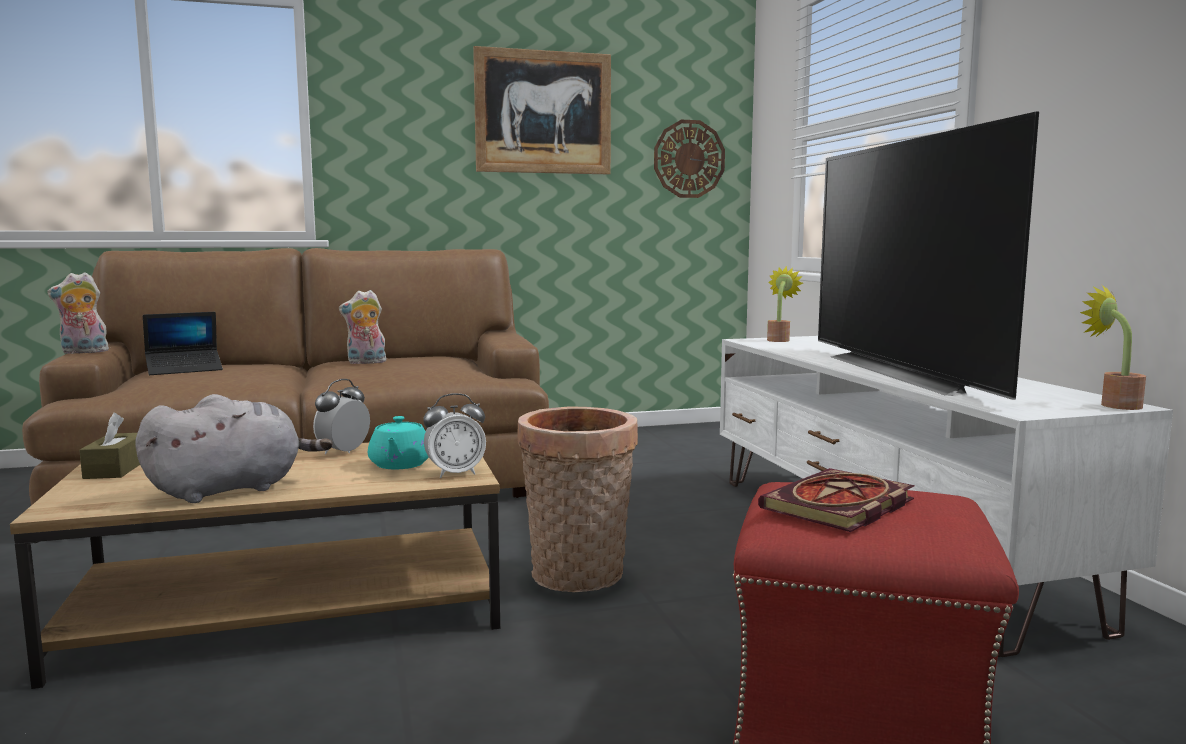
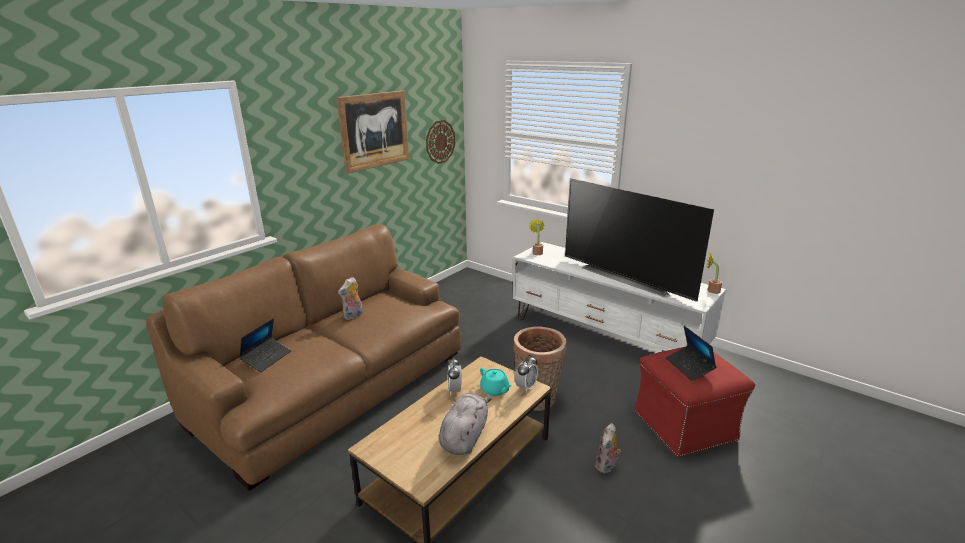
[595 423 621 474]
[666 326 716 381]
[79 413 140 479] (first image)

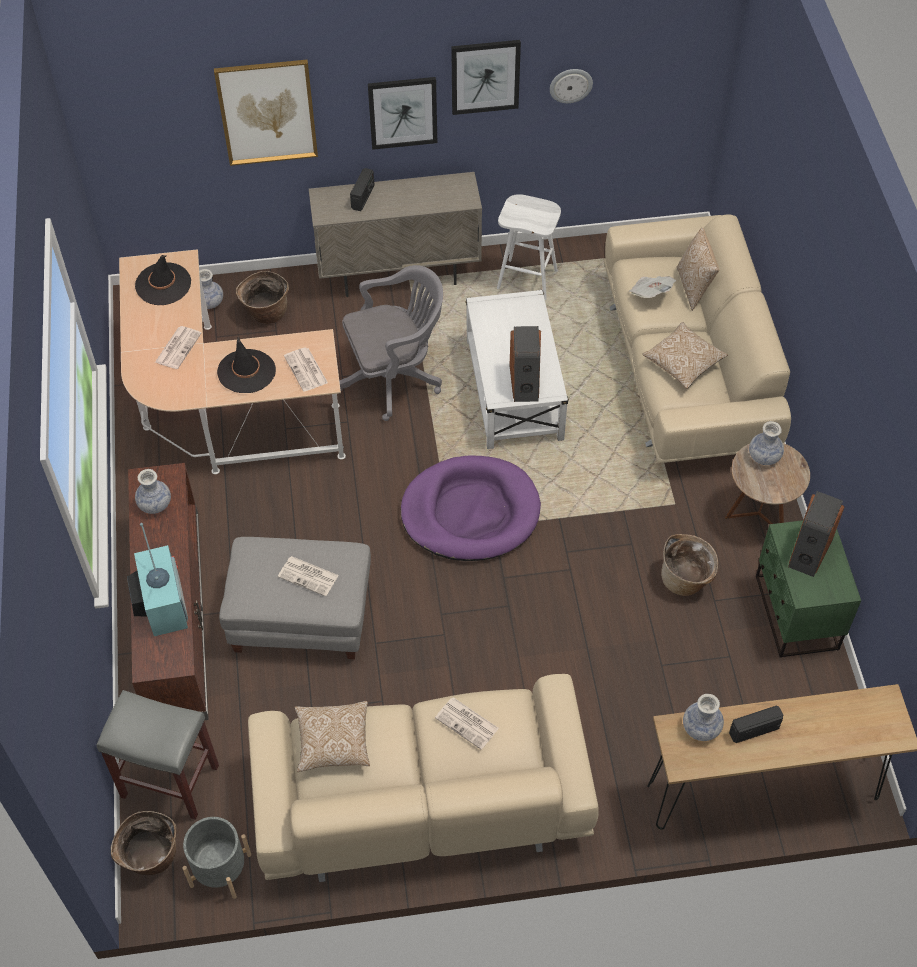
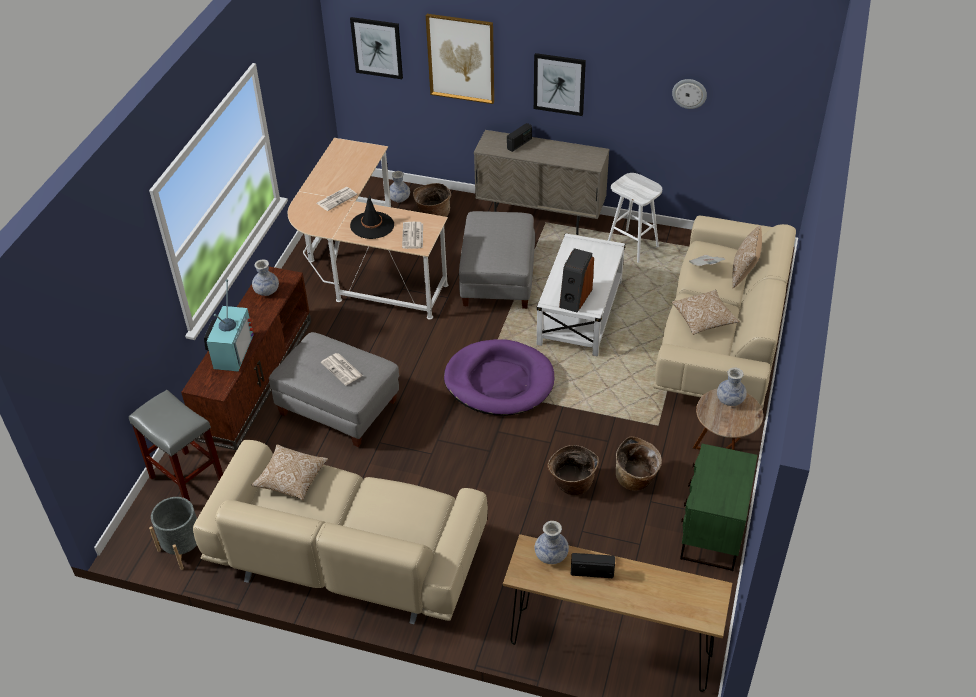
[350 17 403 79]
[459 211 535 309]
[547 445 599 495]
[135 255 191 305] (first image)
[435 697 499 749] (first image)
[788 491 845 577] (first image)

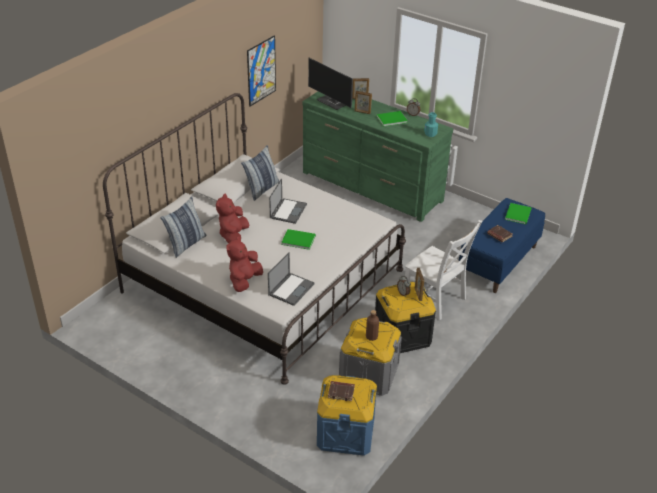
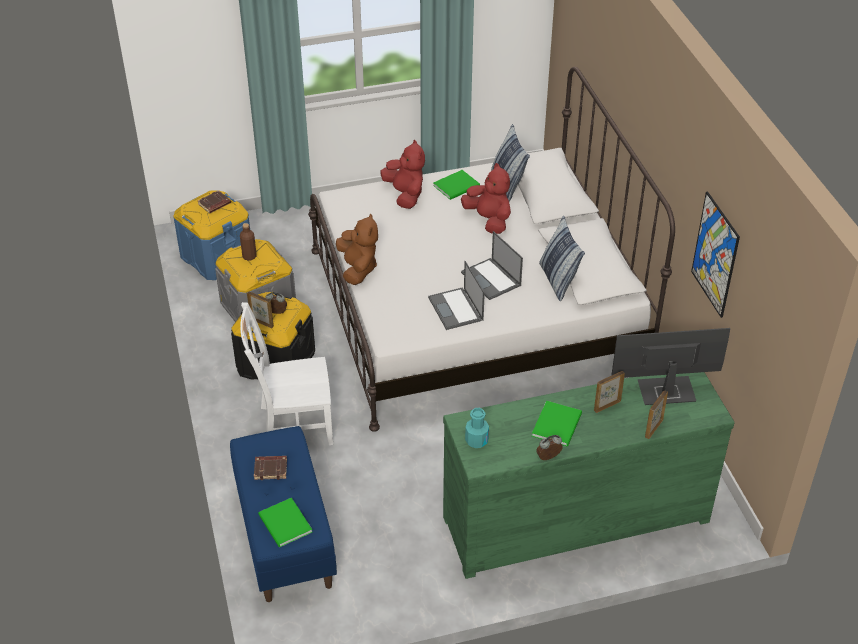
[336 213 378 285]
[428 261 485 330]
[433 170 480 200]

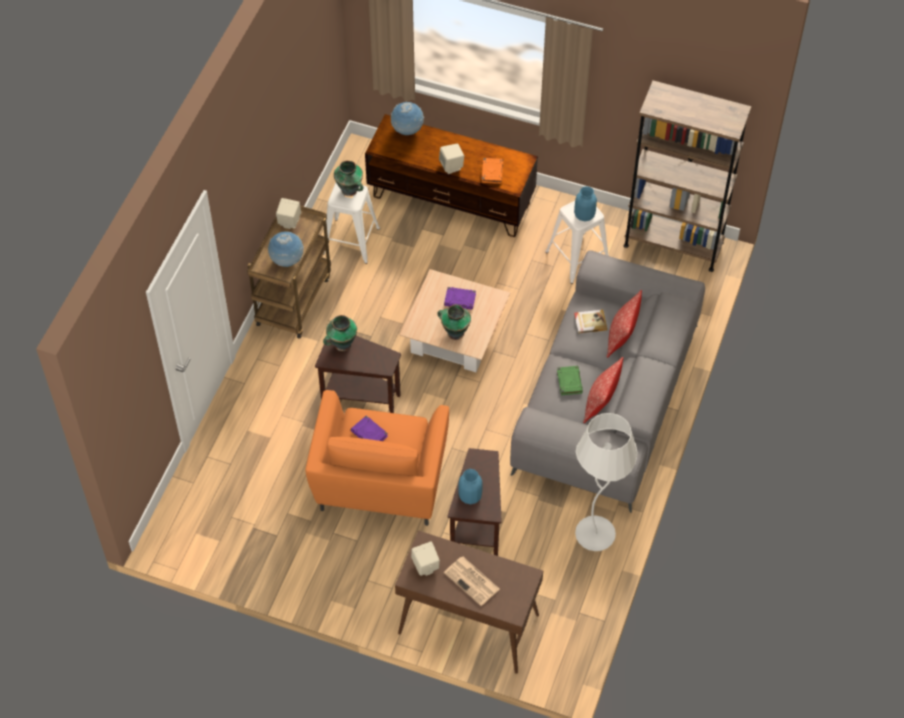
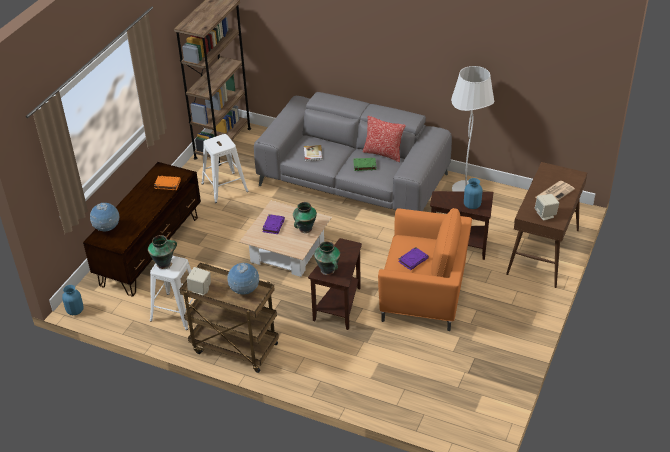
[62 285 83 315]
[439 143 464 174] (first image)
[606 290 642 358] (first image)

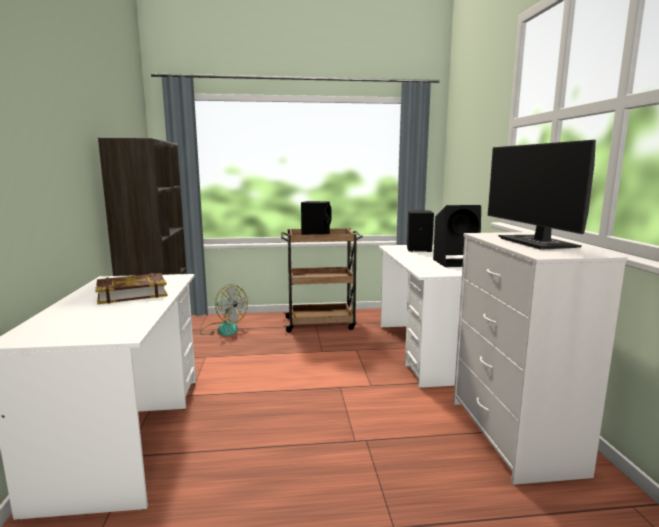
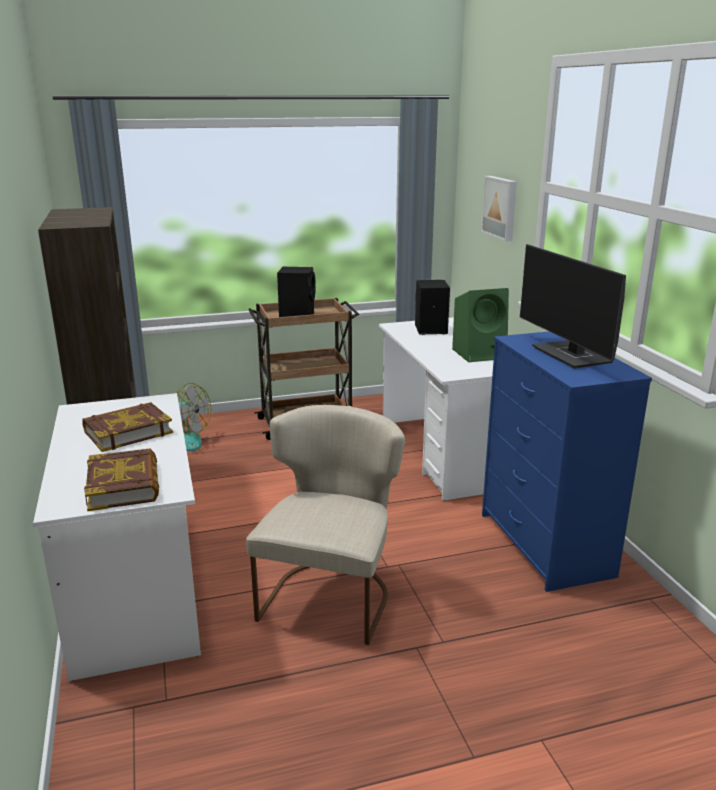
[84 448 159 511]
[246 405 405 645]
[452 288 509 362]
[481 176 517 241]
[482 331 652 592]

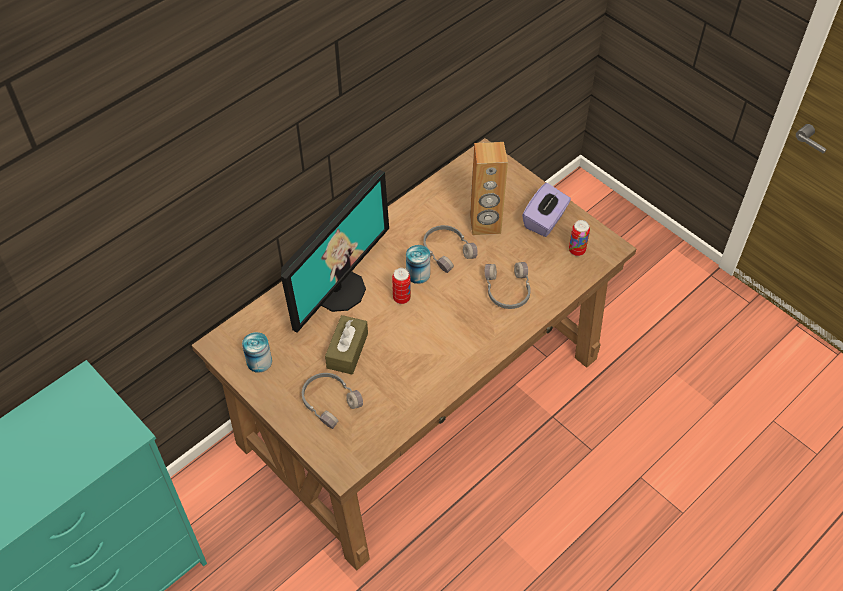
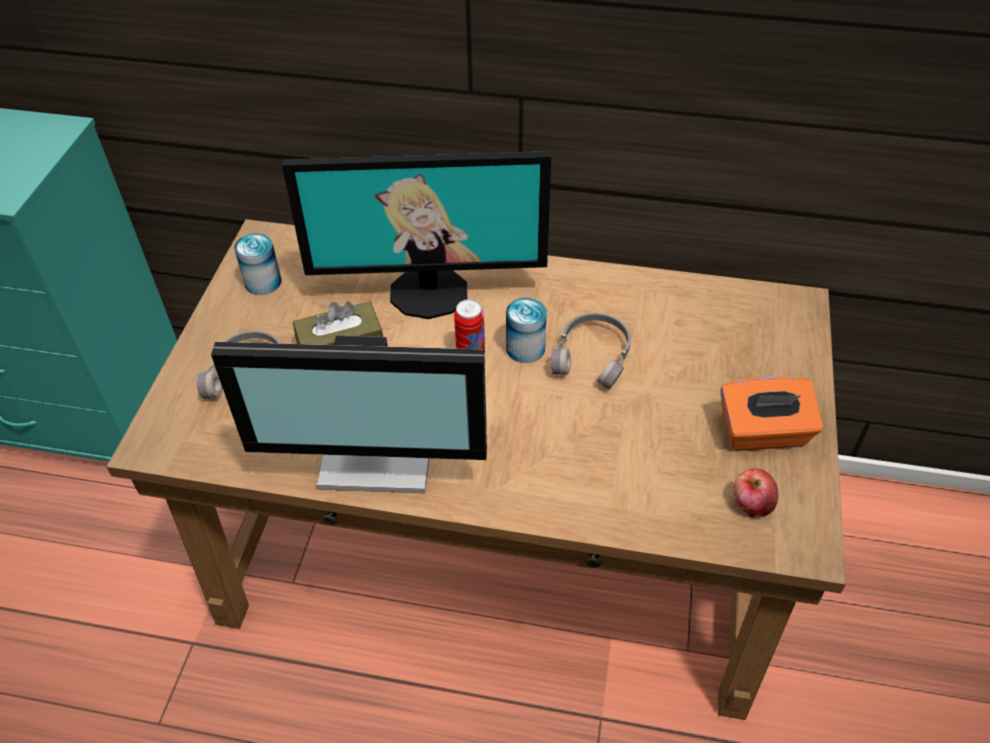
[211 336 487 493]
[720 376 823 450]
[733 469 778 517]
[470 142 508 235] (first image)
[485 262 531 309] (first image)

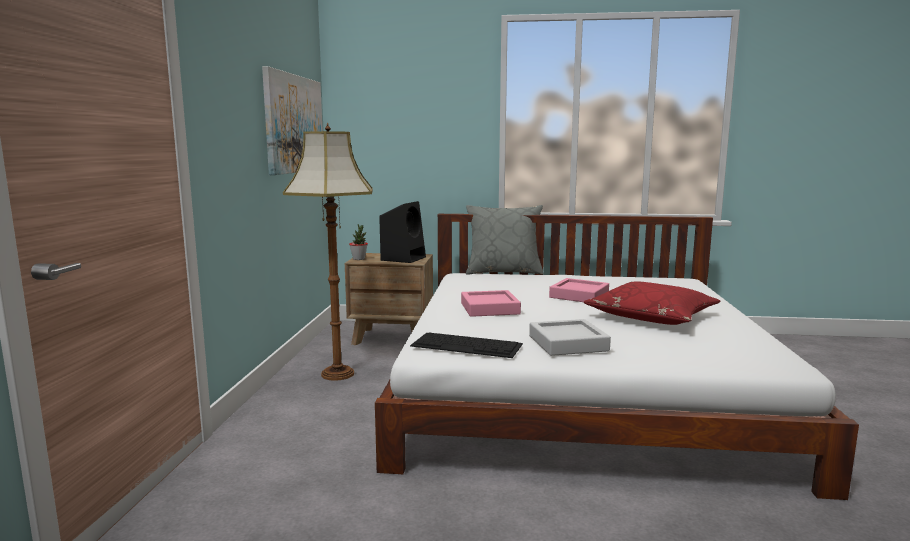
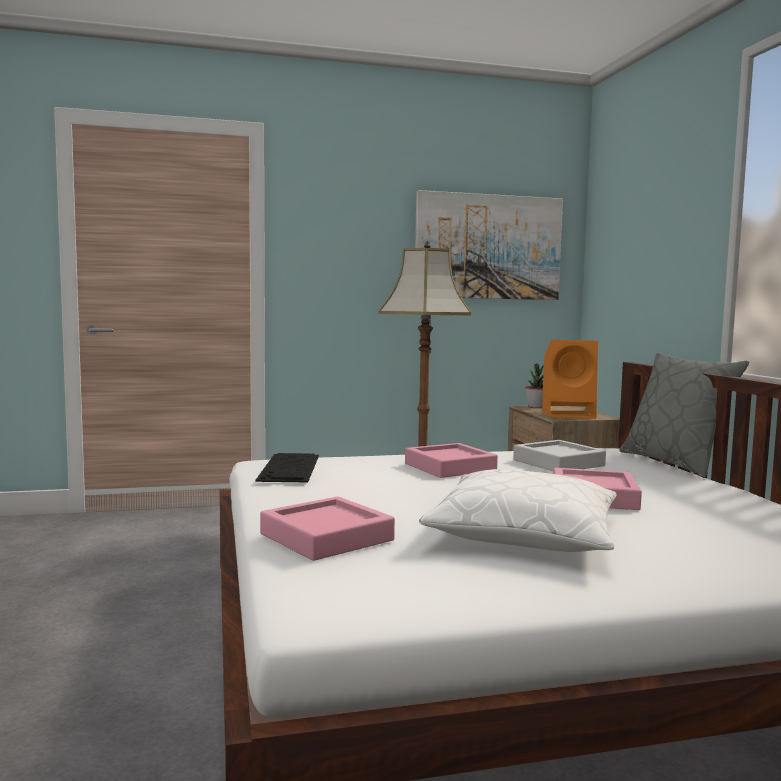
[260 496 395 561]
[419 469 616 552]
[513 440 606 472]
[542 340 598 419]

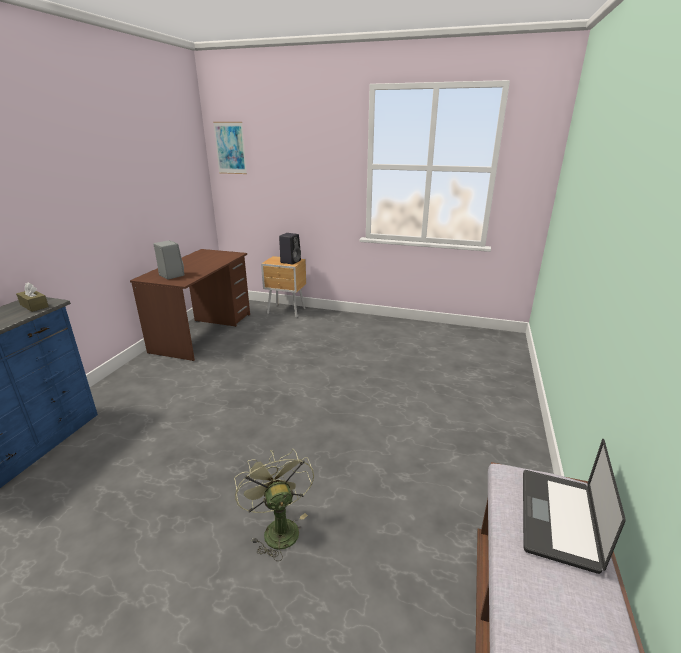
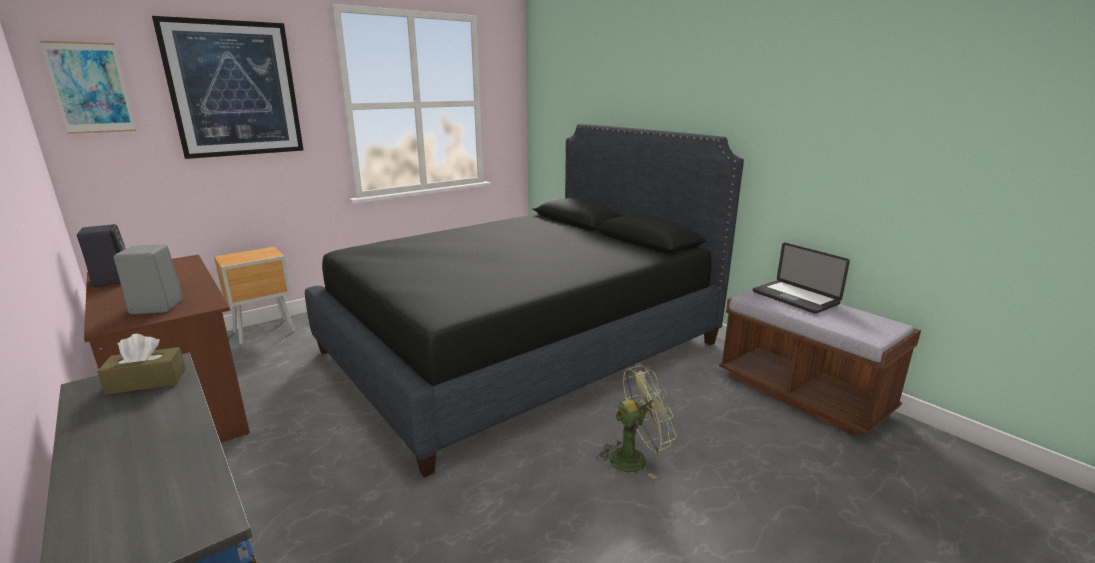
[77 224 126 287]
[152 16 304 159]
[305 124 744 478]
[596 365 677 479]

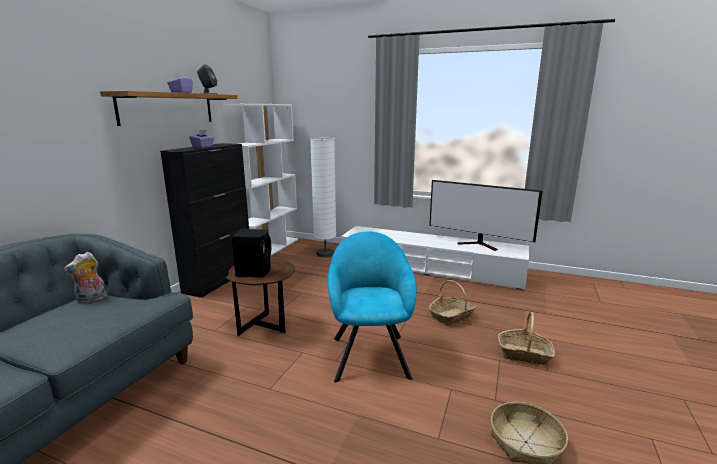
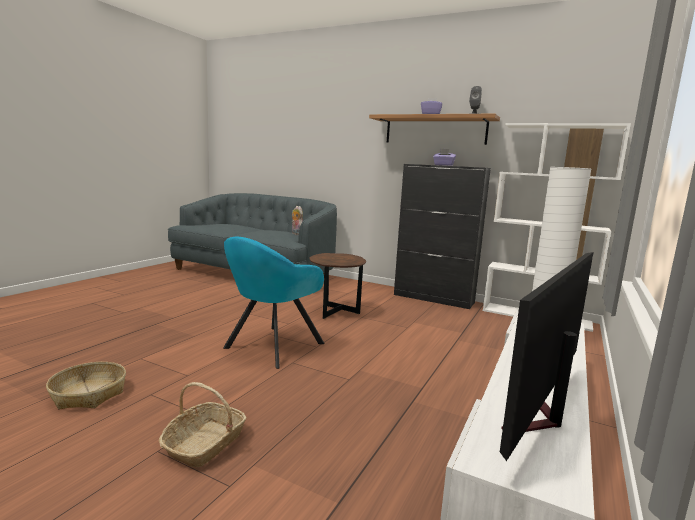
[223 237 325 369]
[232 229 271 278] (first image)
[429 280 476 326] (first image)

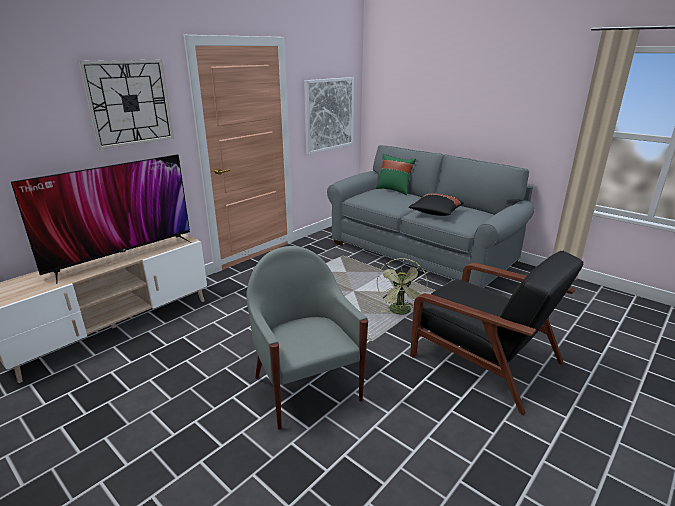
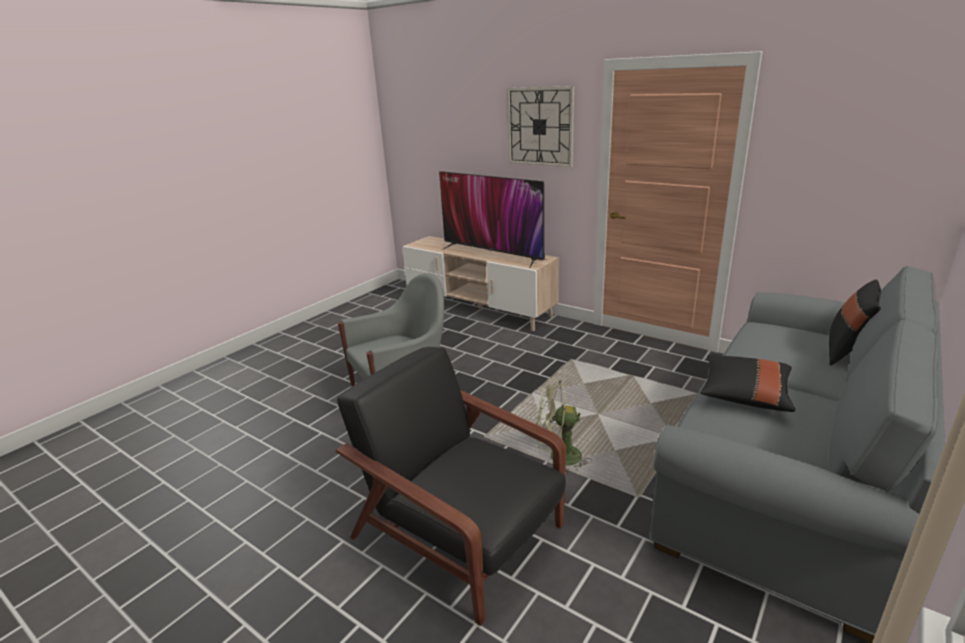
[336 347 566 626]
[829 280 881 366]
[304 77 354 154] (first image)

